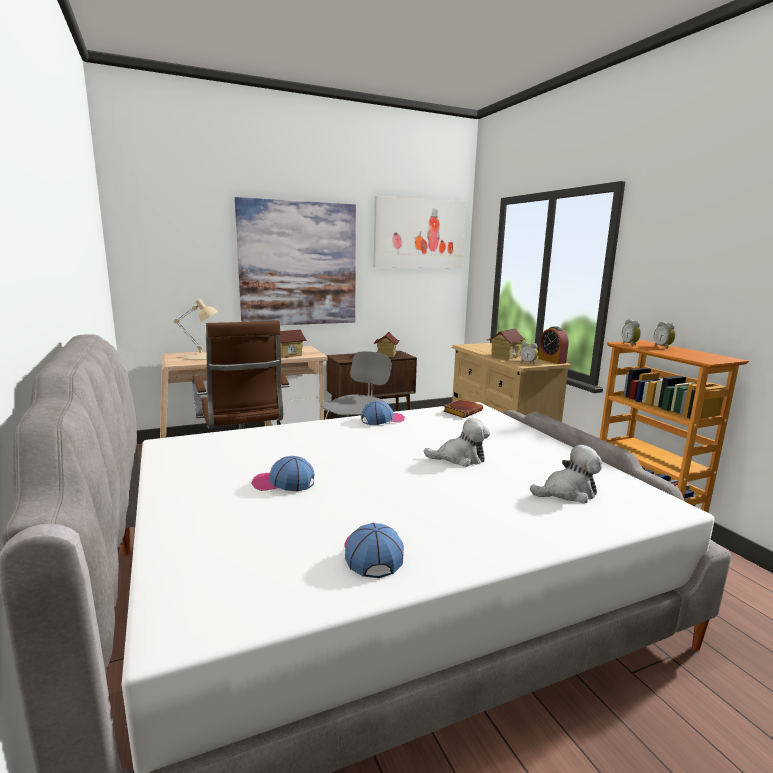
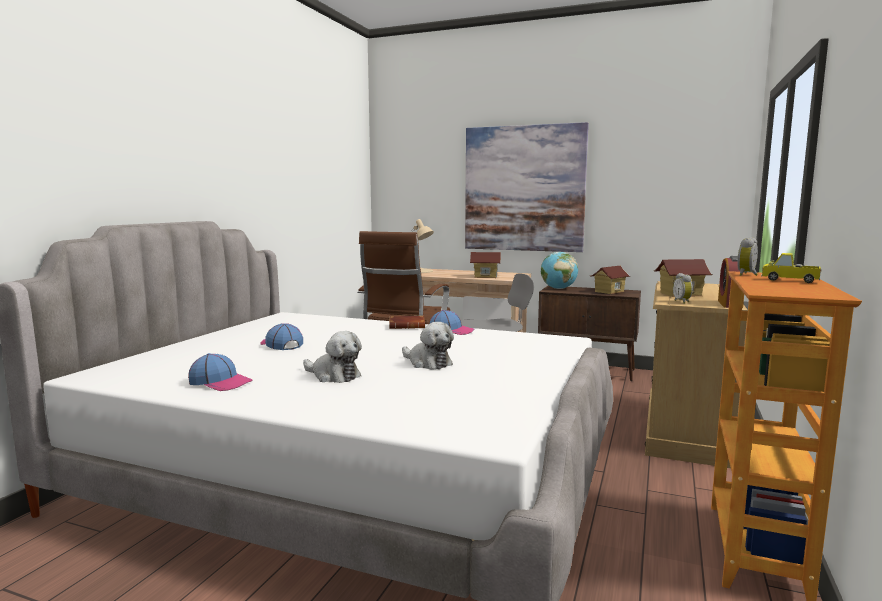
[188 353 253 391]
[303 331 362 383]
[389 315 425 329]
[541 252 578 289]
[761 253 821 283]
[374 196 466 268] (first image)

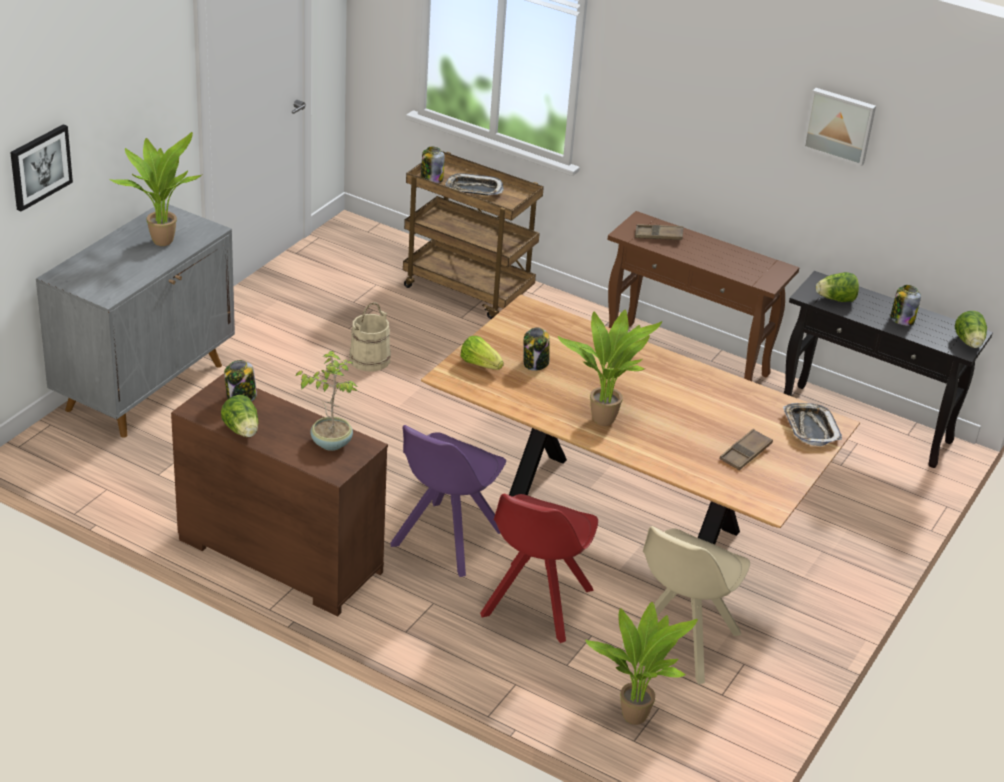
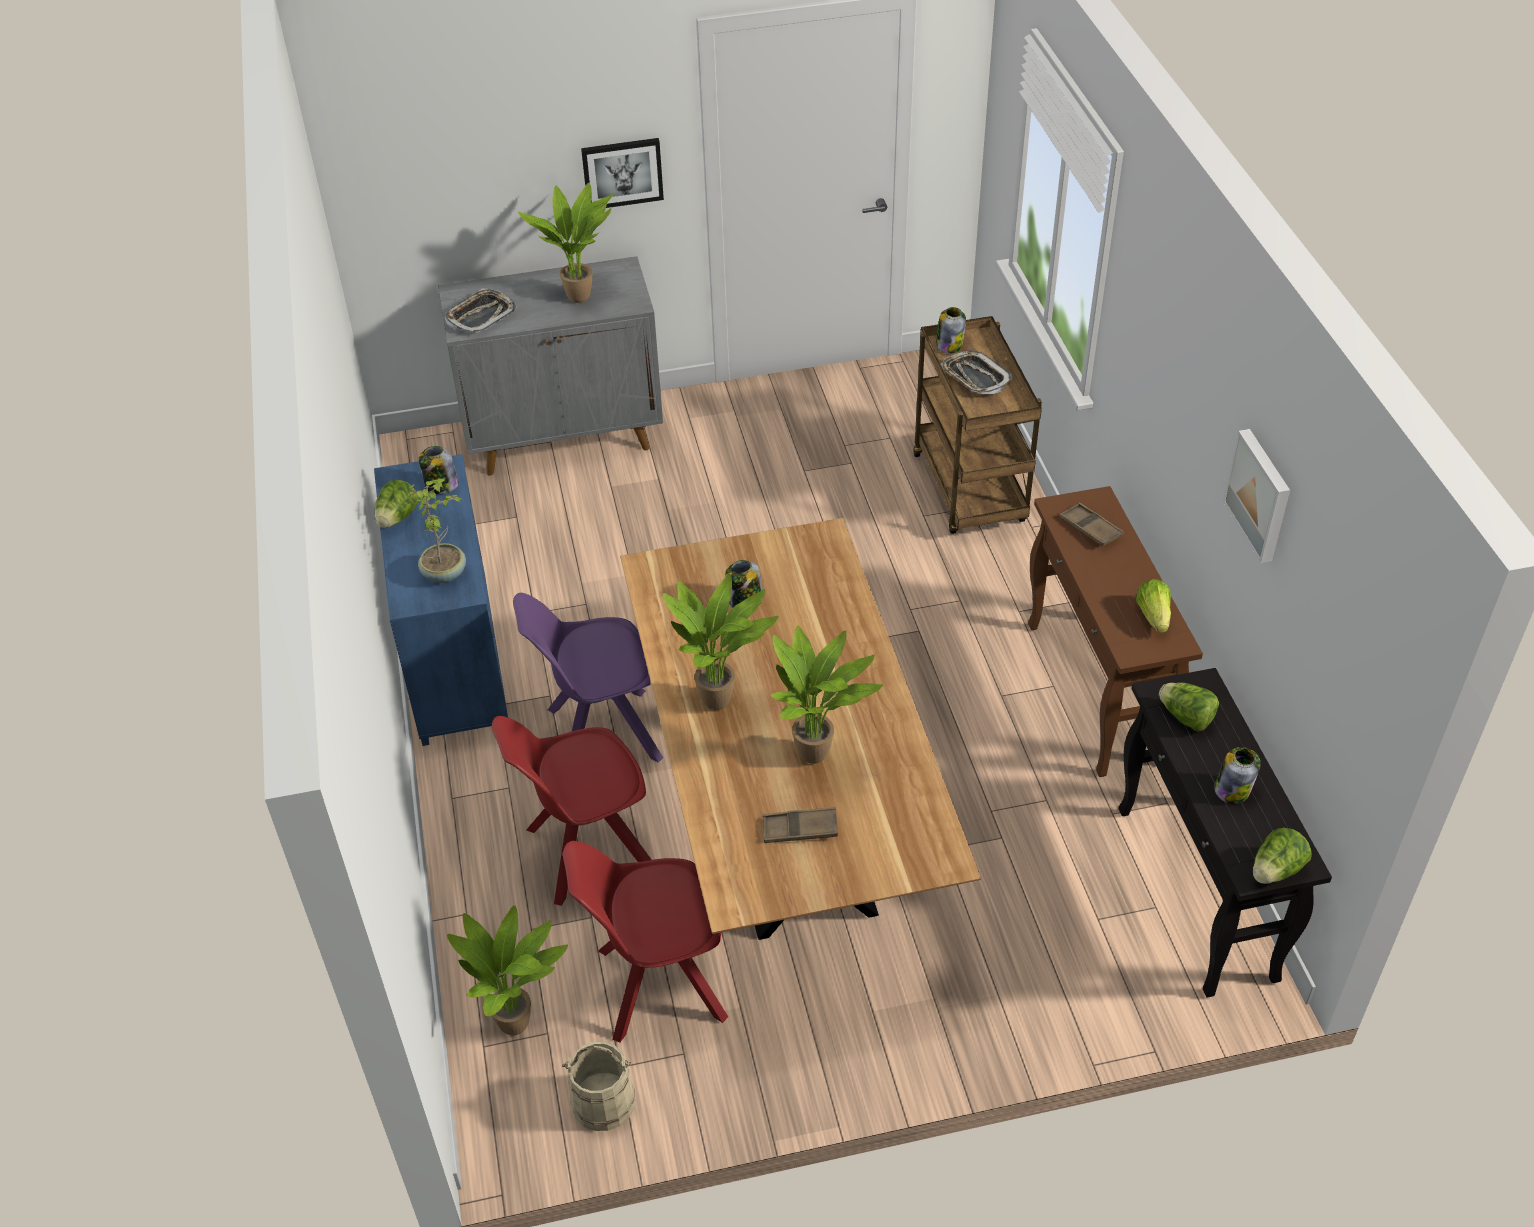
[374 454 508 746]
[445 288 517 334]
[562 1041 635 1131]
[563 841 728 1043]
[581 138 664 208]
[771 625 883 764]
[1136 579 1171 633]

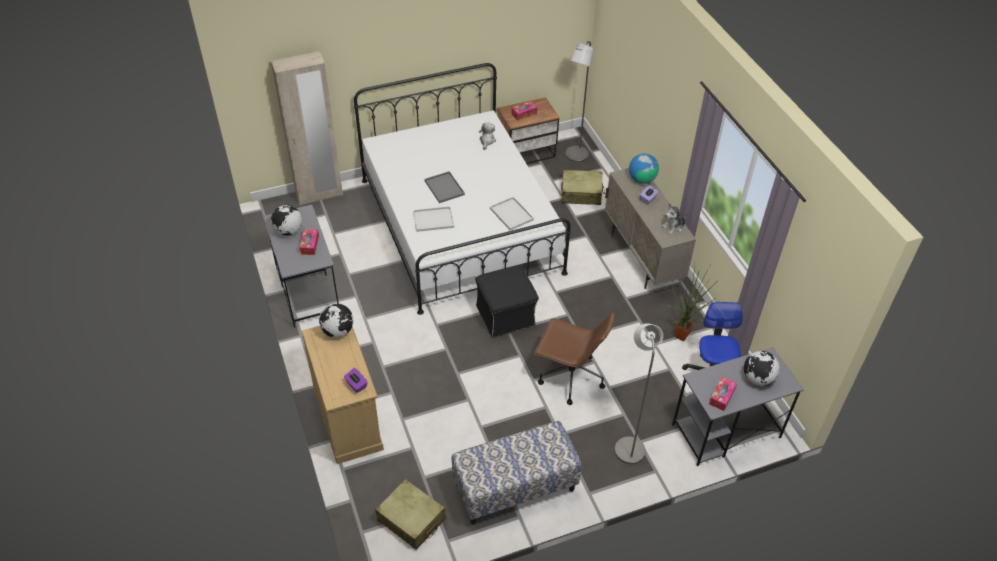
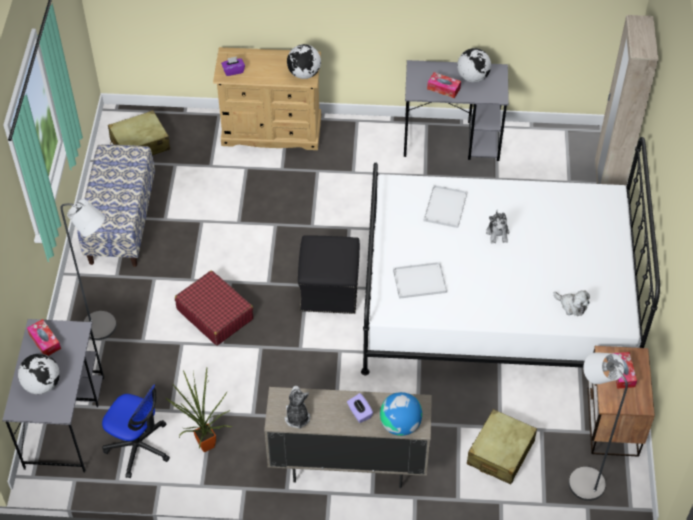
[175 271 253 346]
[486 211 509 243]

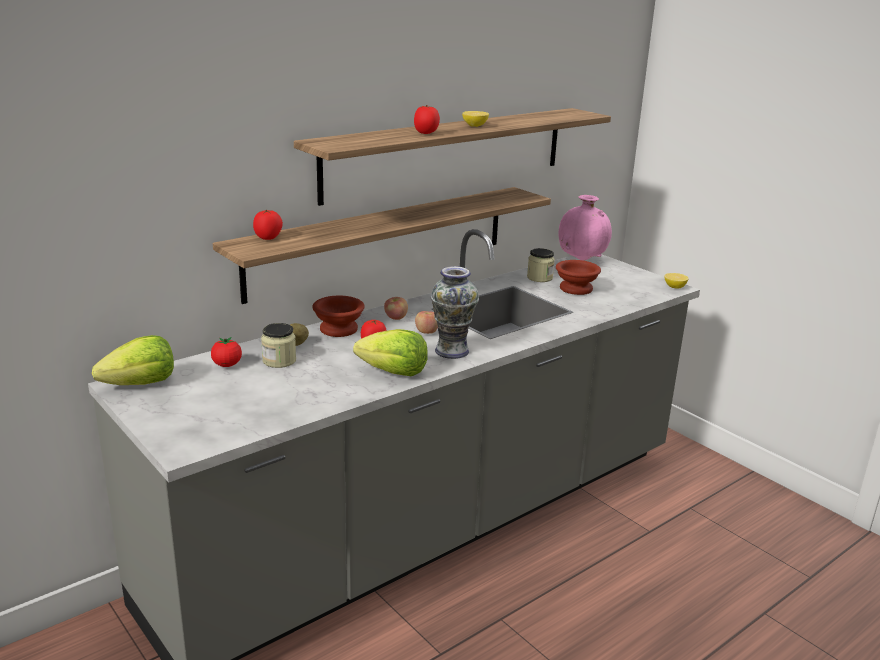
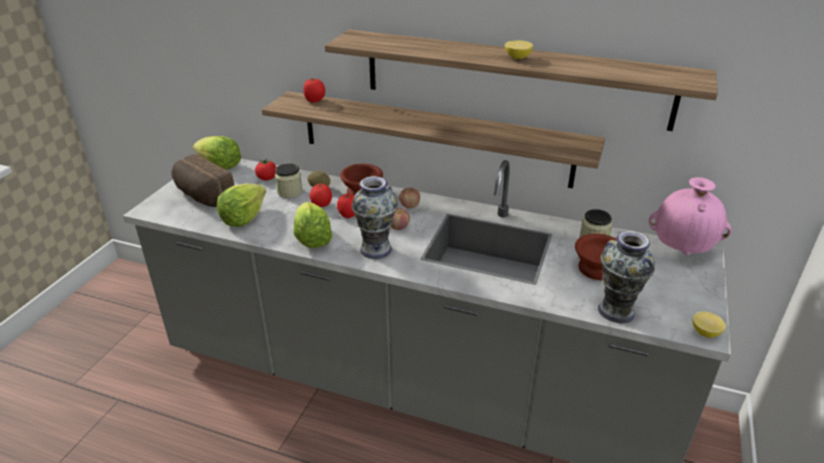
[171 154 235 207]
[217 183 266 227]
[310 183 332 207]
[598 231 655 323]

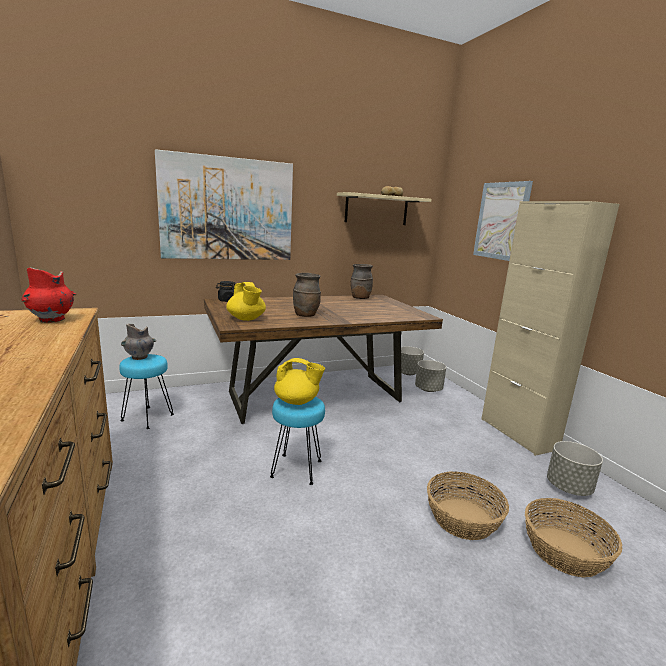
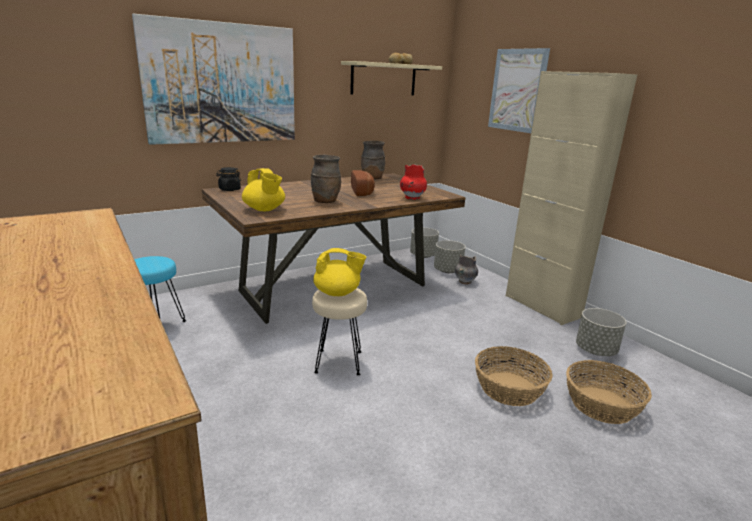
[312 288 367 375]
[351 170 375 196]
[400 164 427 200]
[455 254 478 284]

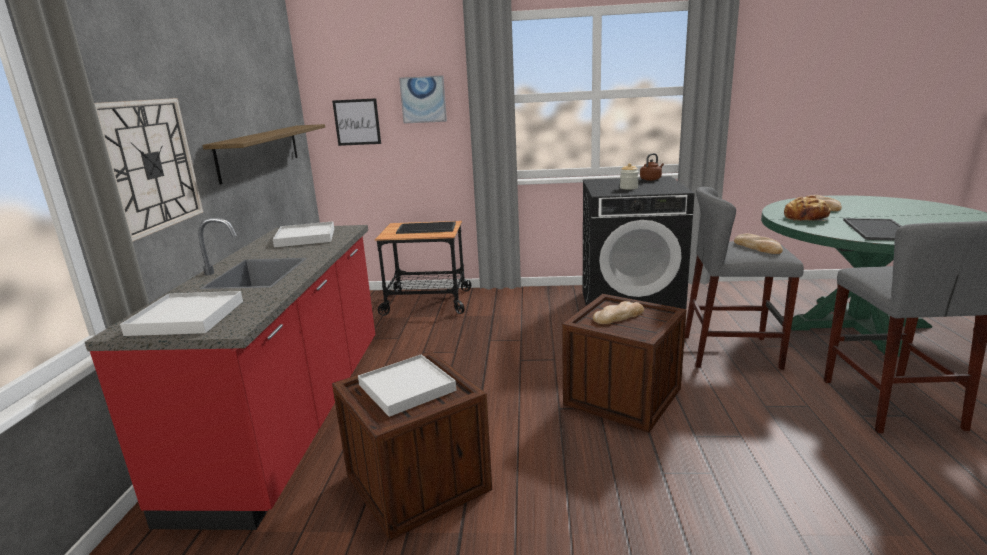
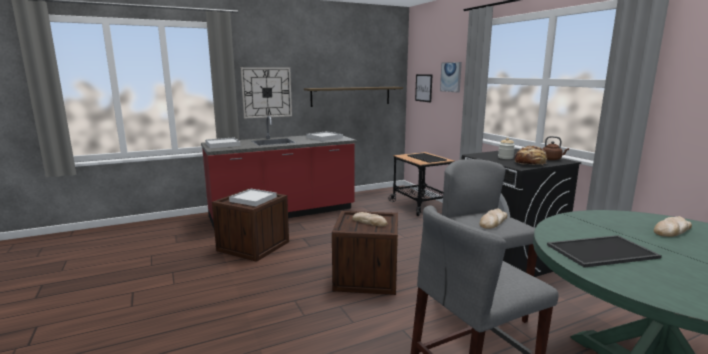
[514 146 547 165]

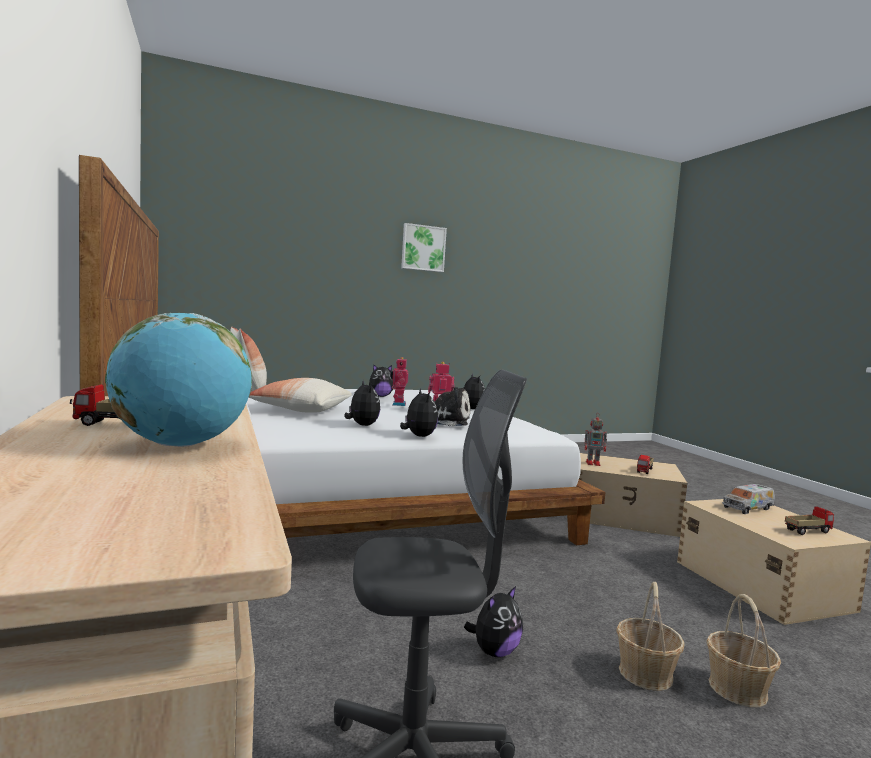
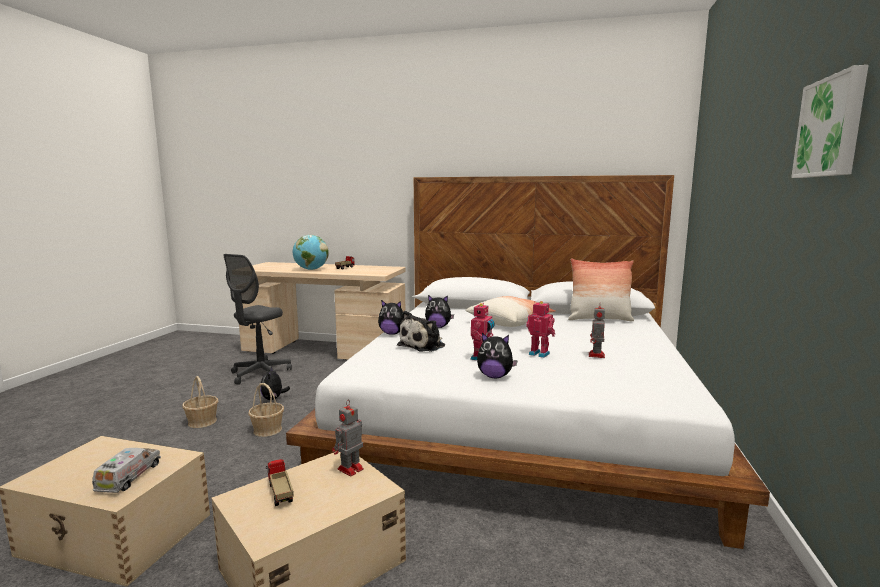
[248 383 284 437]
[589 306 605 358]
[785 506 834 535] (first image)

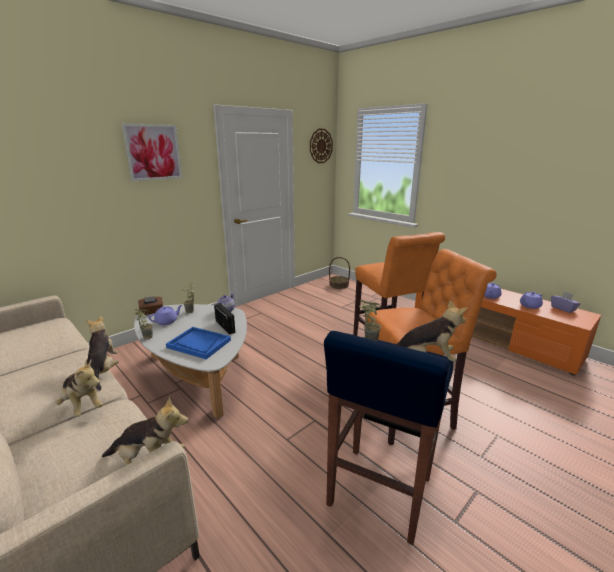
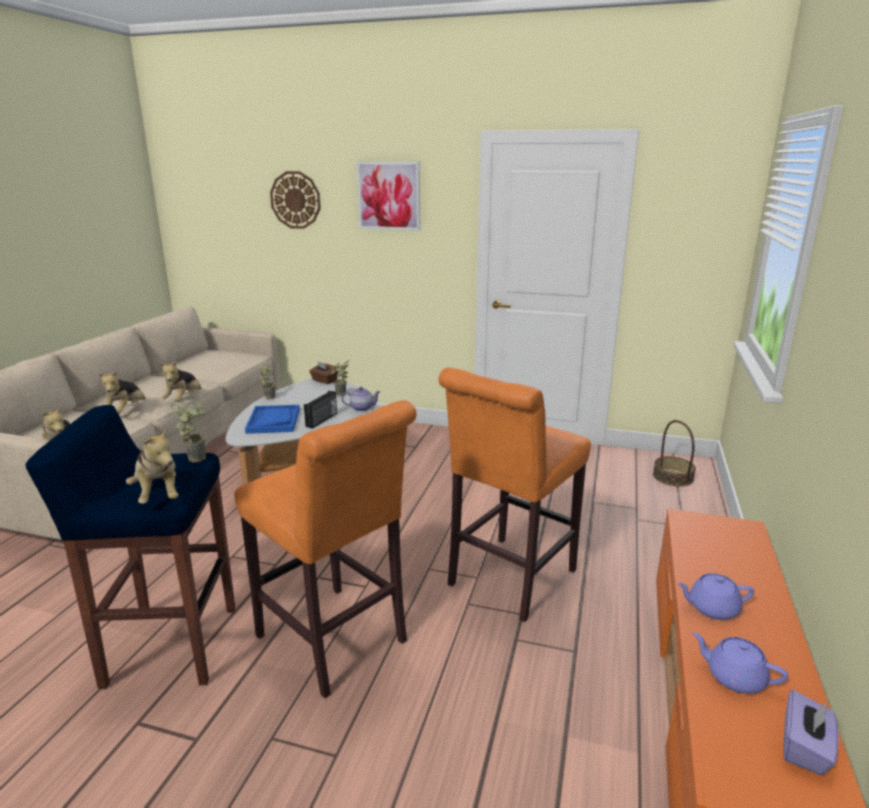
[160 361 201 402]
[270 171 321 229]
[148 305 182 325] (first image)

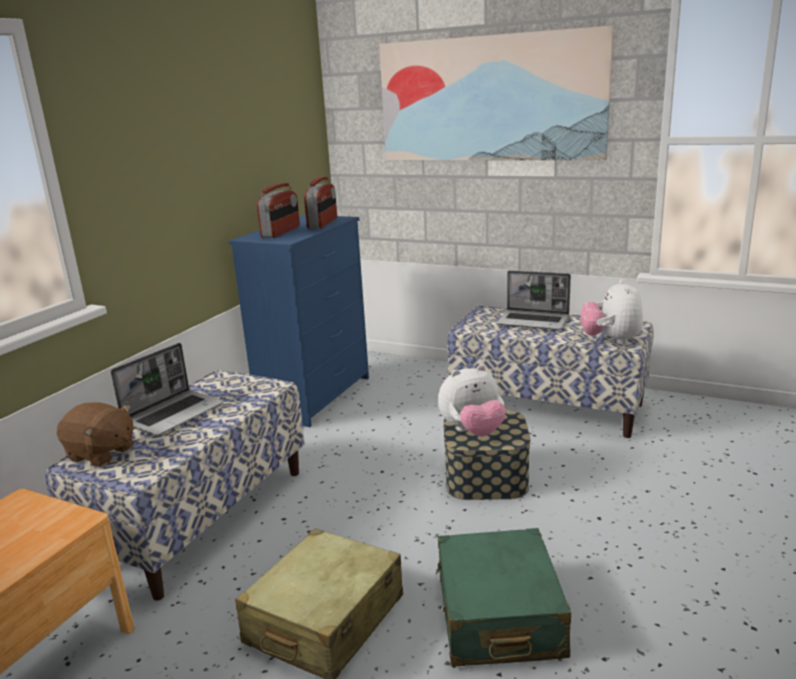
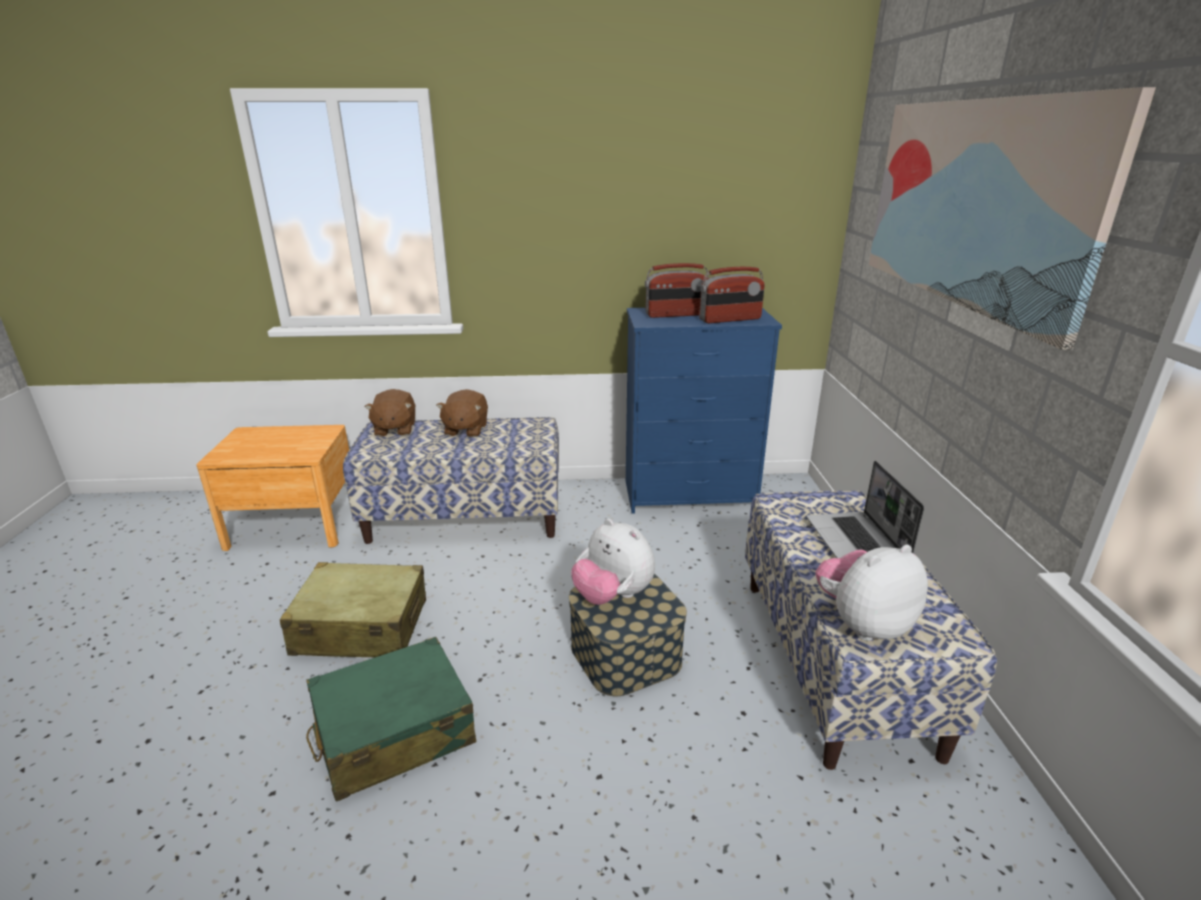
[436 389 488 437]

